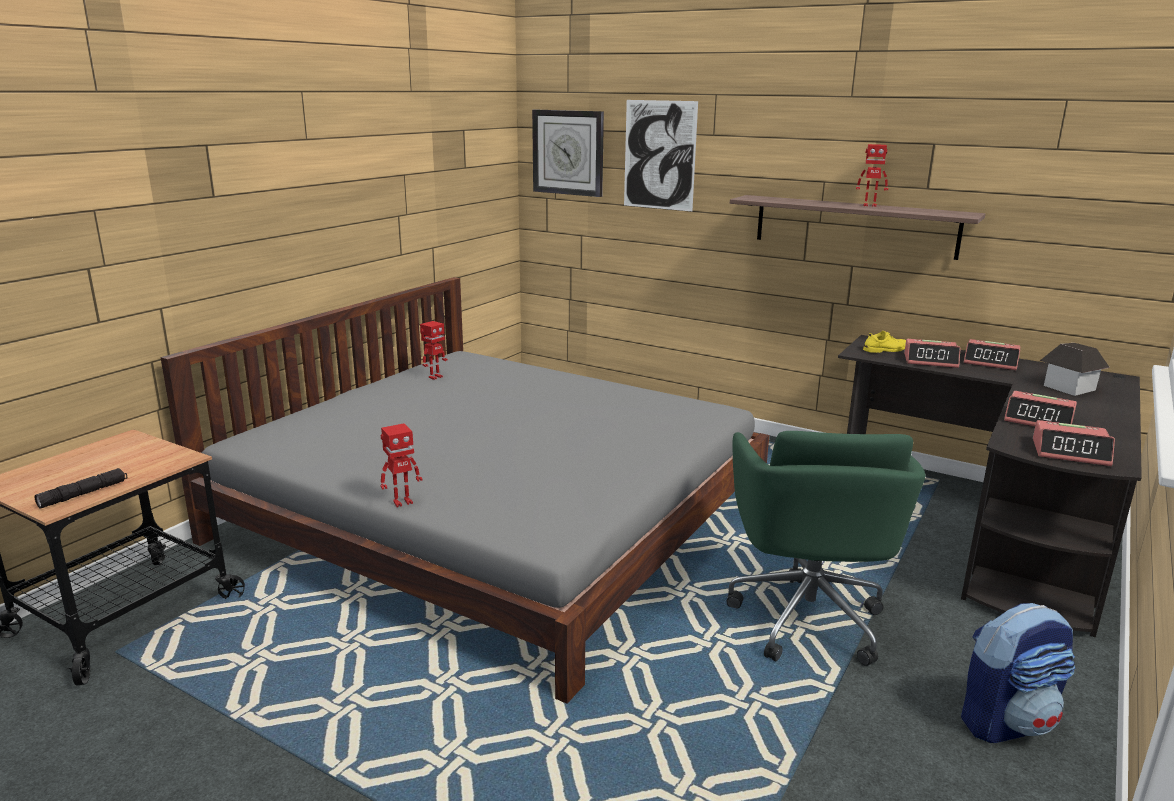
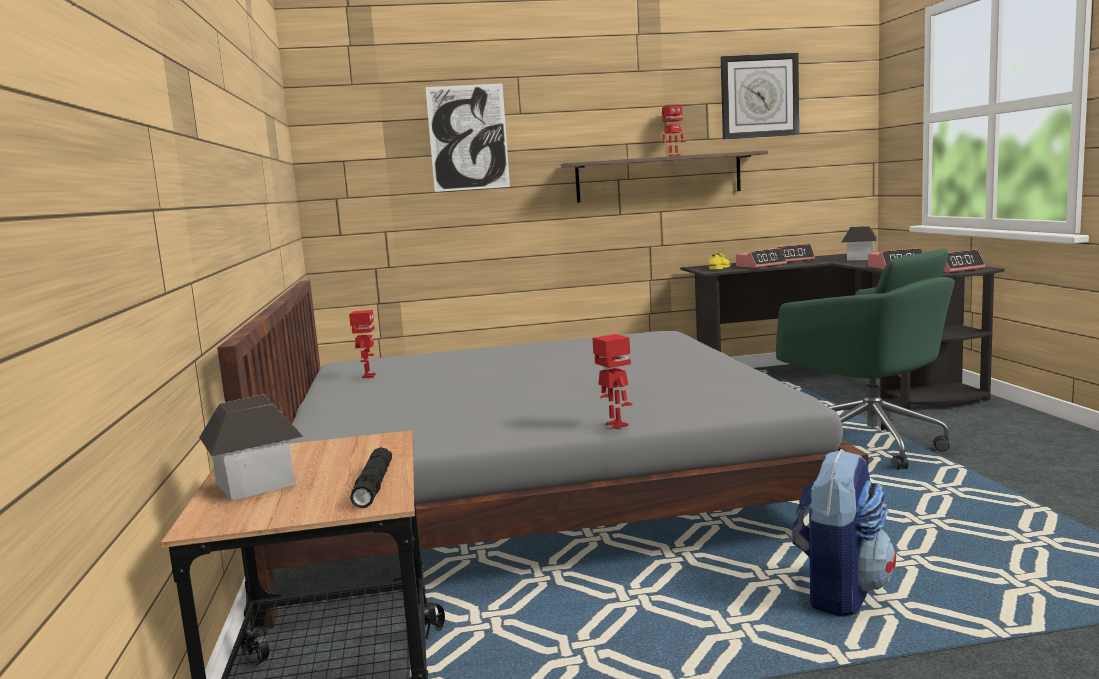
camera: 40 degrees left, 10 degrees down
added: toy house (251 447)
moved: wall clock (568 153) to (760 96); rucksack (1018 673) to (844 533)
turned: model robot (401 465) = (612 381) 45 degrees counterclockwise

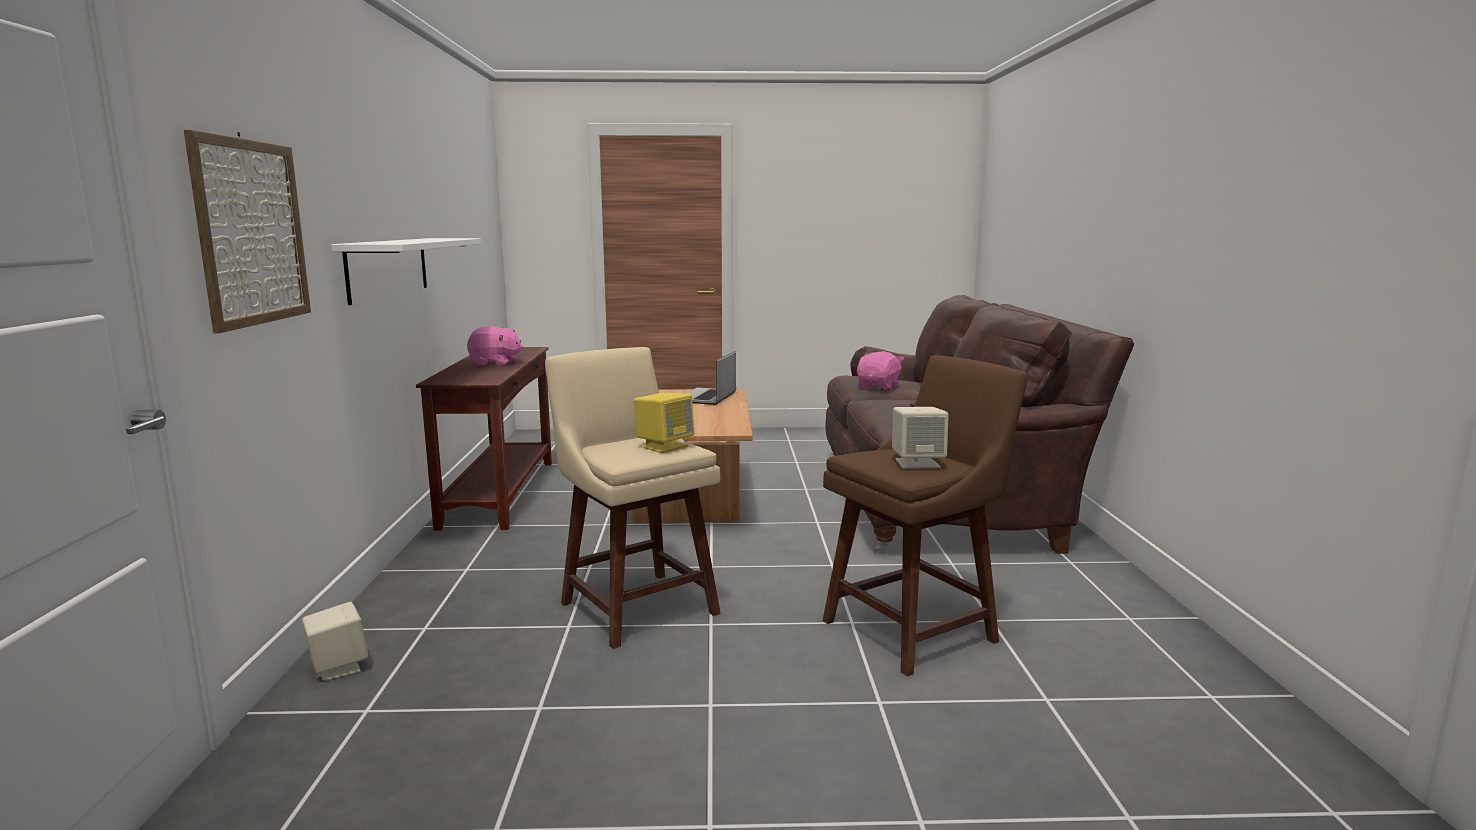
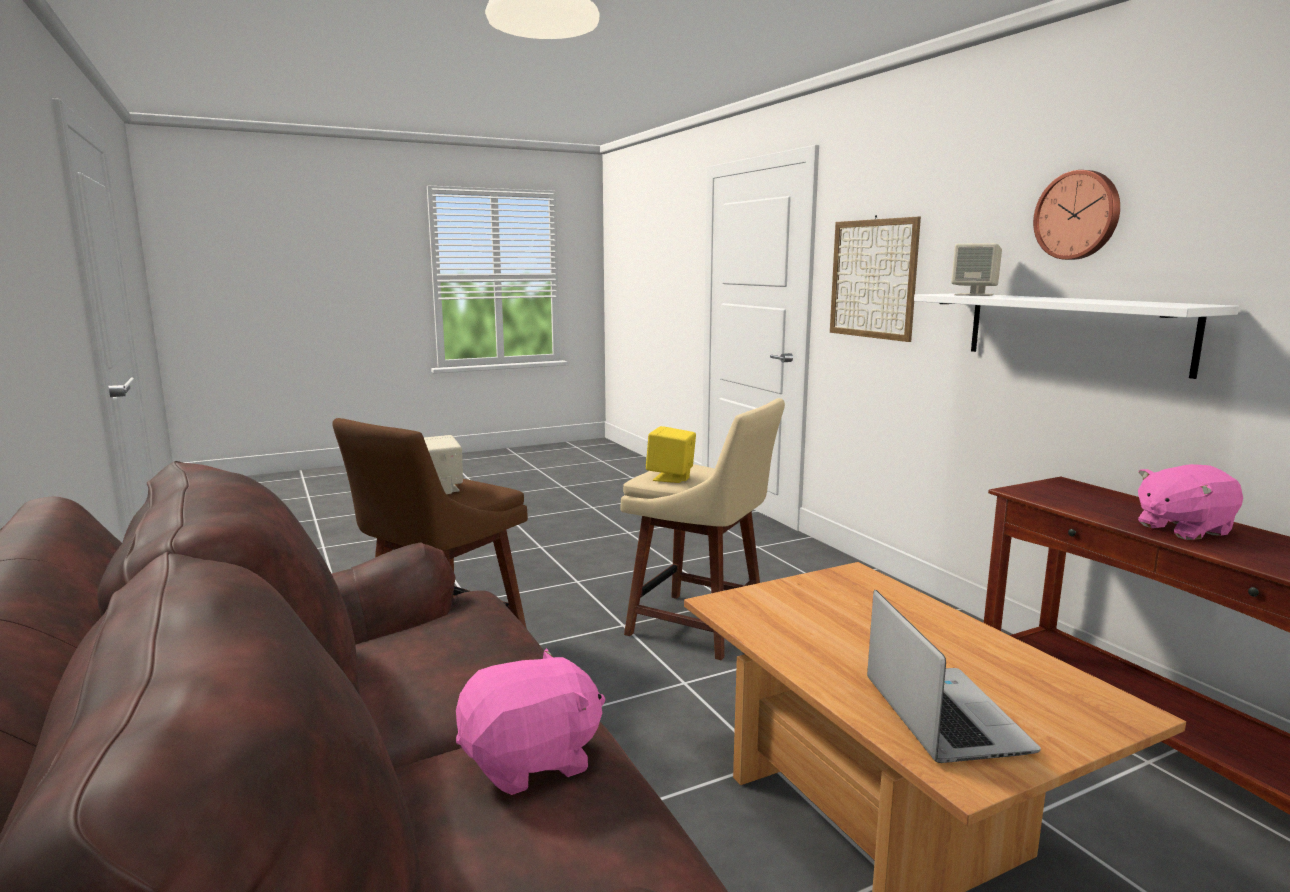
camera: 155 degrees right, 0 degrees up
added: wall clock (1076 215)
moved: loudspeaker (beige-coloured) (335 641) to (976 269)
turned: cuddly toy (pink-coloured) (880 371) = (530 721) 120 degrees counterclockwise

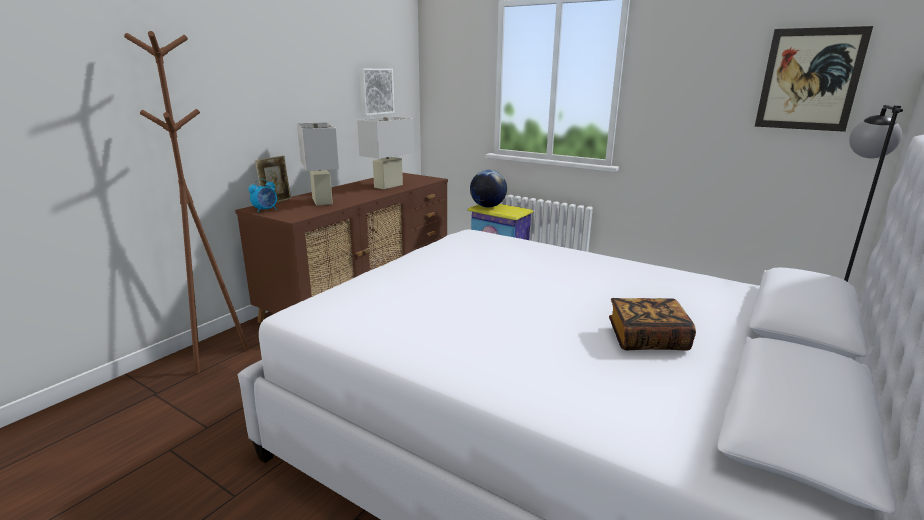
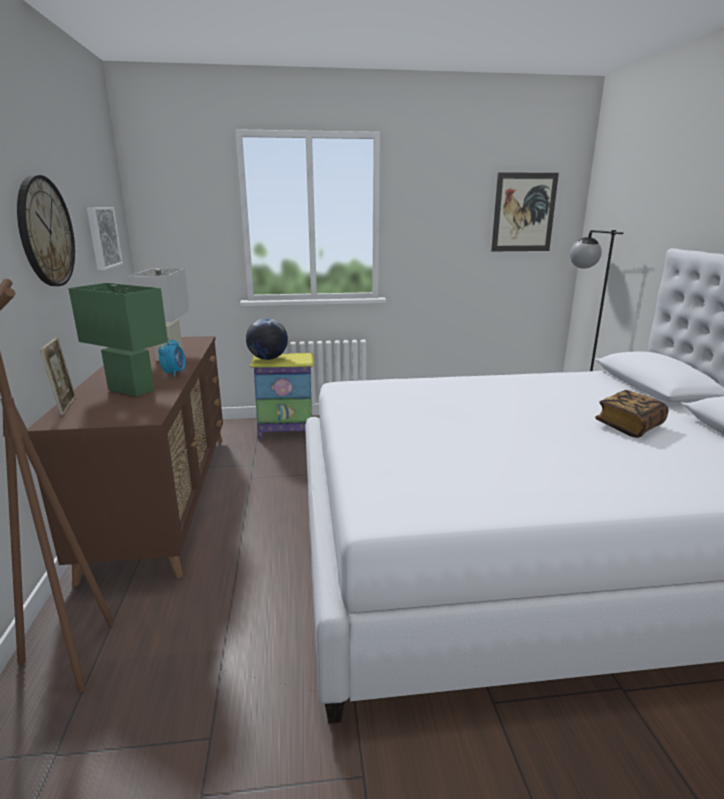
camera: 40 degrees left, 0 degrees up
added: wall clock (46 230)
moved: bedside clock (263 196) to (172 357)
recoloured: tabletop lamp (white-coloured) (318 164) to tabletop lamp (greenish) (118 340)

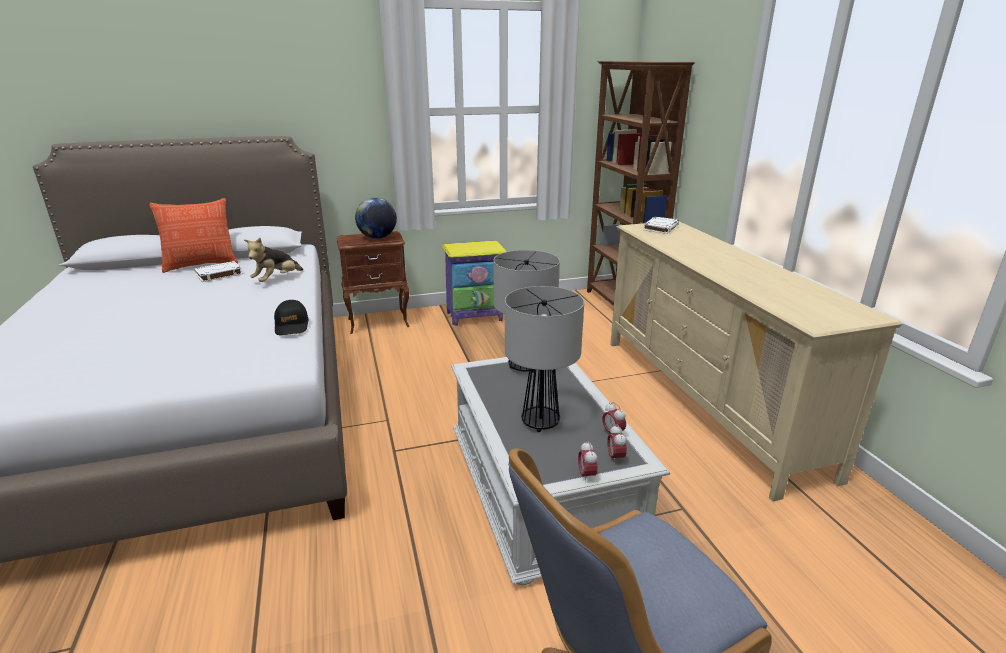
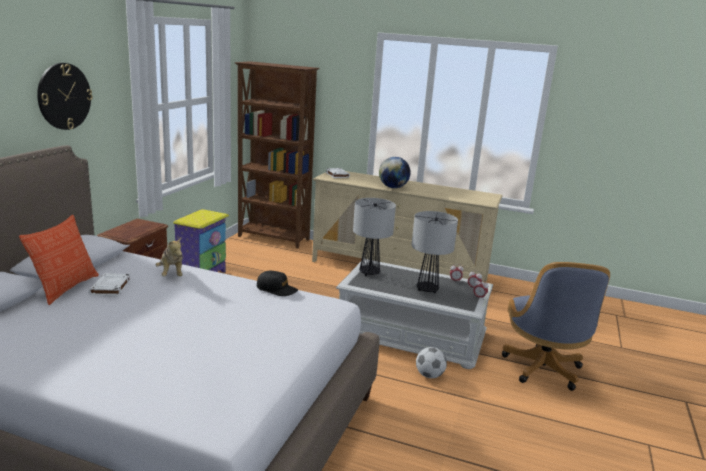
camera: 55 degrees left, 5 degrees down
added: wall clock (64 96); football (431 362)
moved: world globe (376 218) to (395 172)

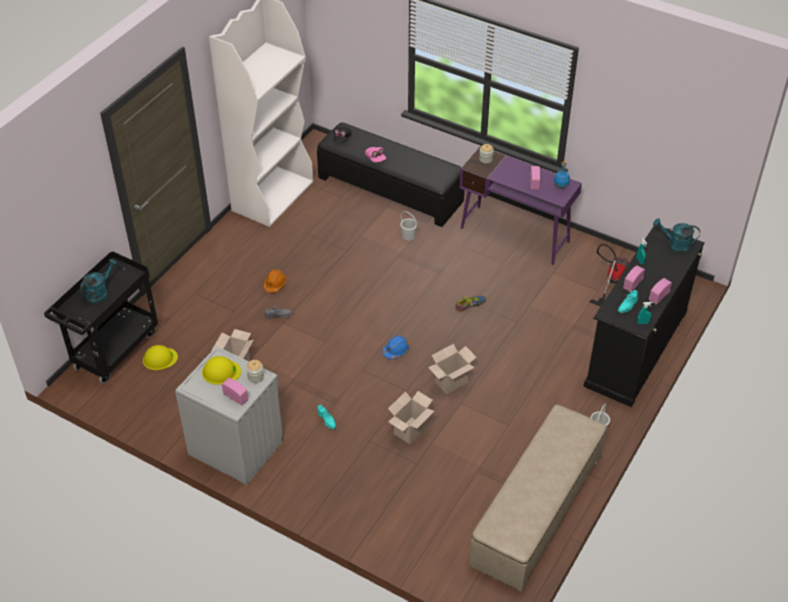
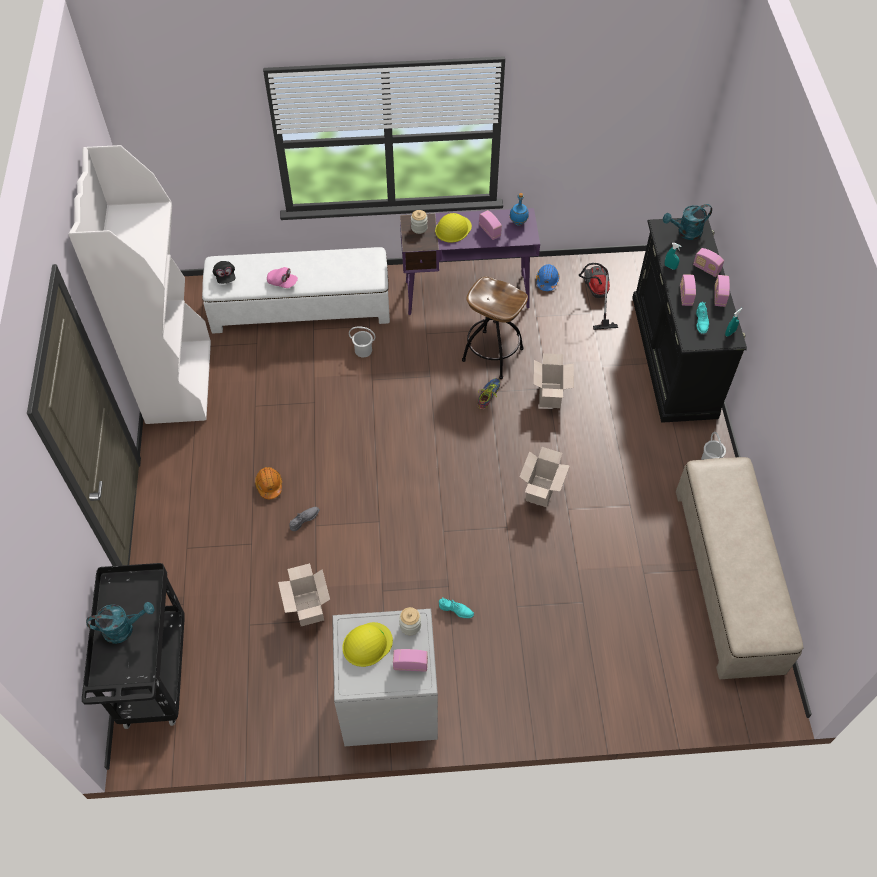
camera: 35 degrees left, 10 degrees up
added: sitting stool (brown) (495 328); radio (708 262)
moved: safety helmet (yellow-coloured) (160 357) to (453 228); packing box (411 417) to (553 380); safety helmet (bluish) (396 347) to (547 277)
recoloured: long seat (black) (391 174) to long seat (white-coloured) (296 290)
turned: sprinkling can (blue-green) (99 281) = (120 623) 75 degrees clockwise

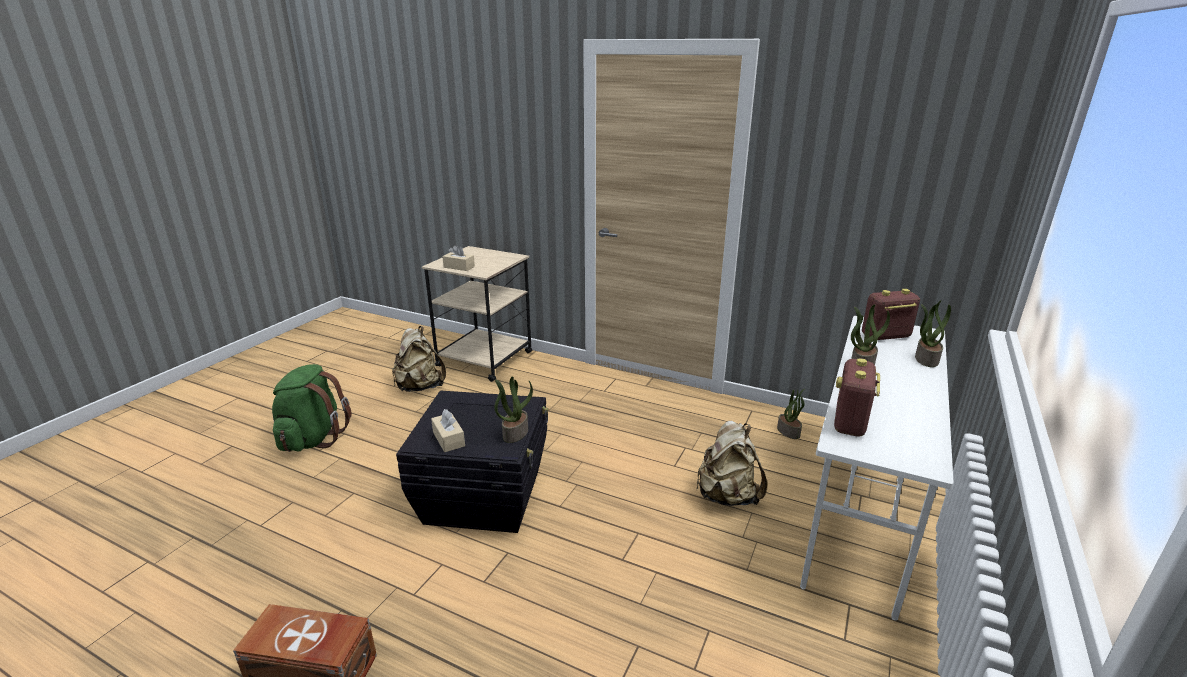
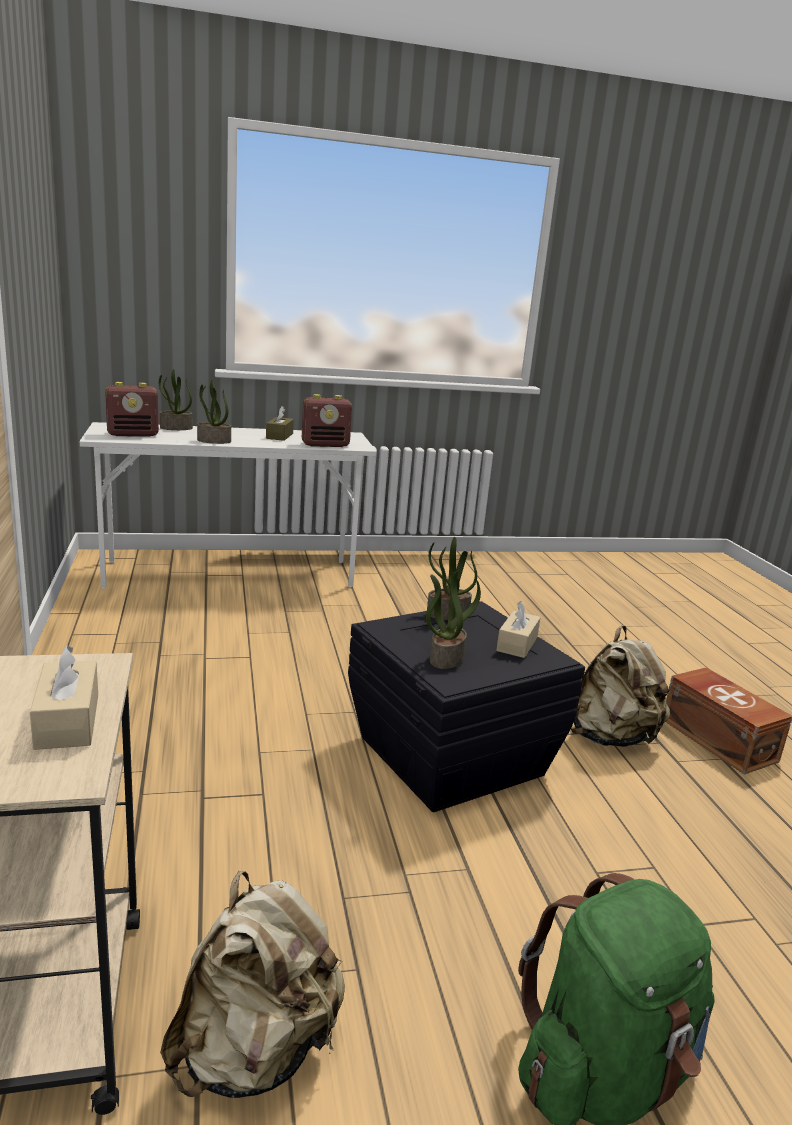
camera: 130 degrees left, 5 degrees down
added: box of tissues (brown) (280 423)
moved: plant in a pot (791 414) to (453 620); rucksack (beige-coloured) (731 463) to (621 686)
turned: radio (891 314) = (132 409) 60 degrees counterclockwise

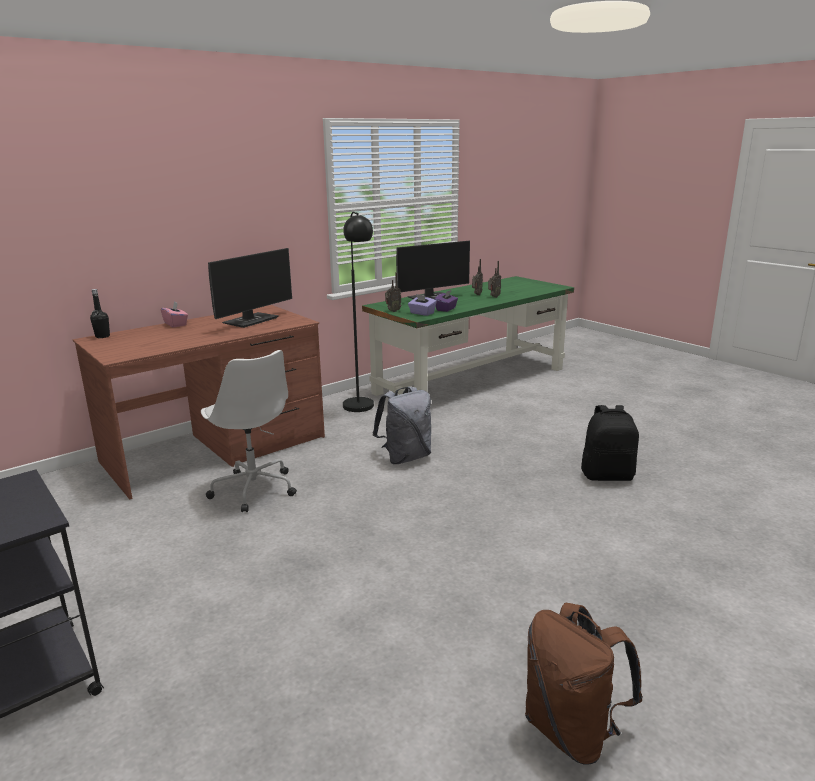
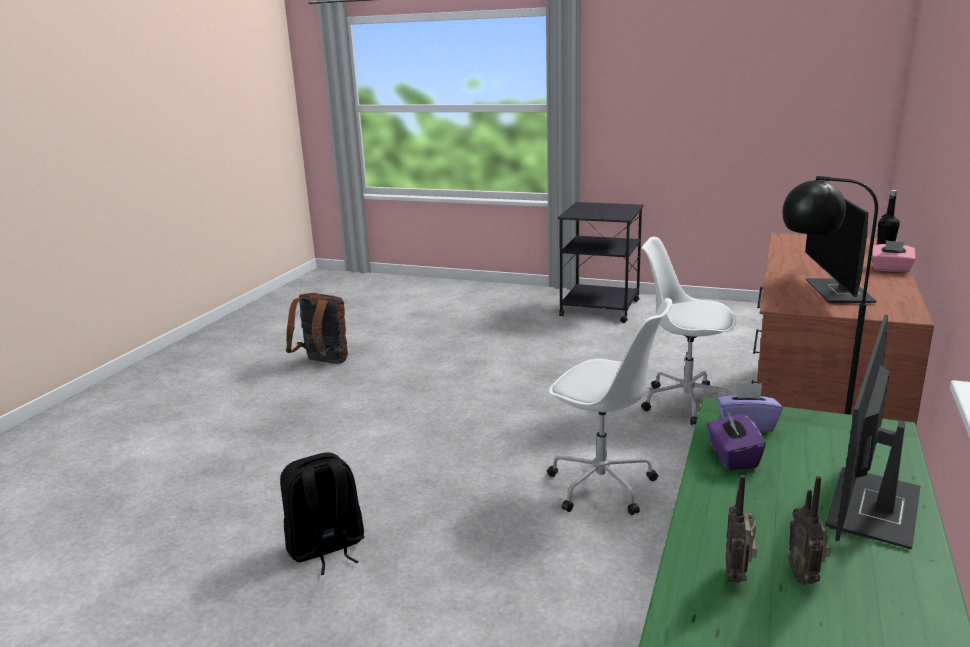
camera: 150 degrees right, 0 degrees up
removed: radio (393 292)
replaced: rucksack (greyish) (401 425) to desk chair (white-coloured) (609 406)

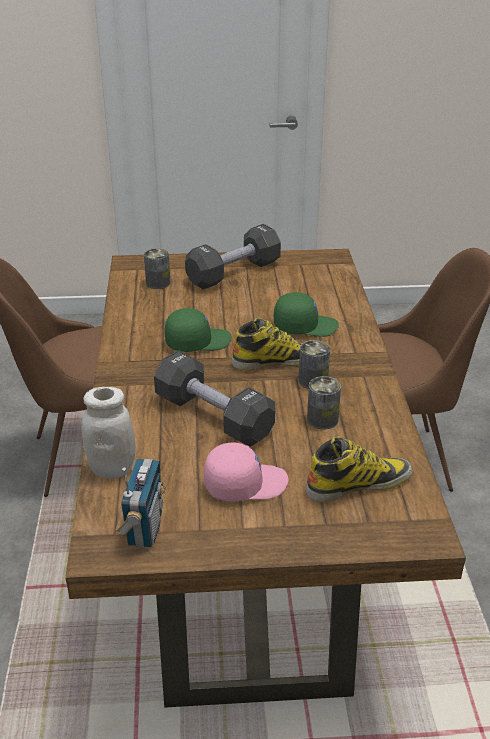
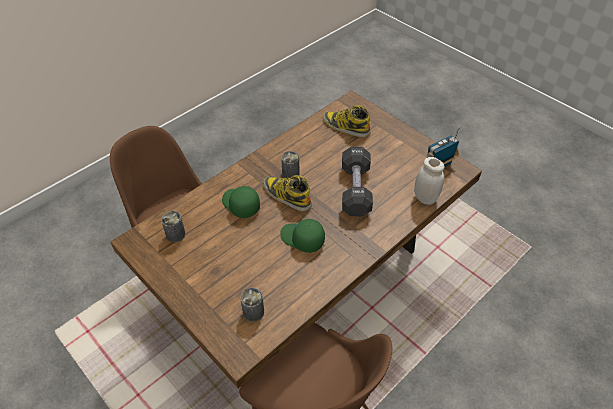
camera: 130 degrees left, 15 degrees up
removed: hand weight (black) (233 257); baseball cap (pink-coloured) (246 471)
moved: can (324 402) to (173 226)

